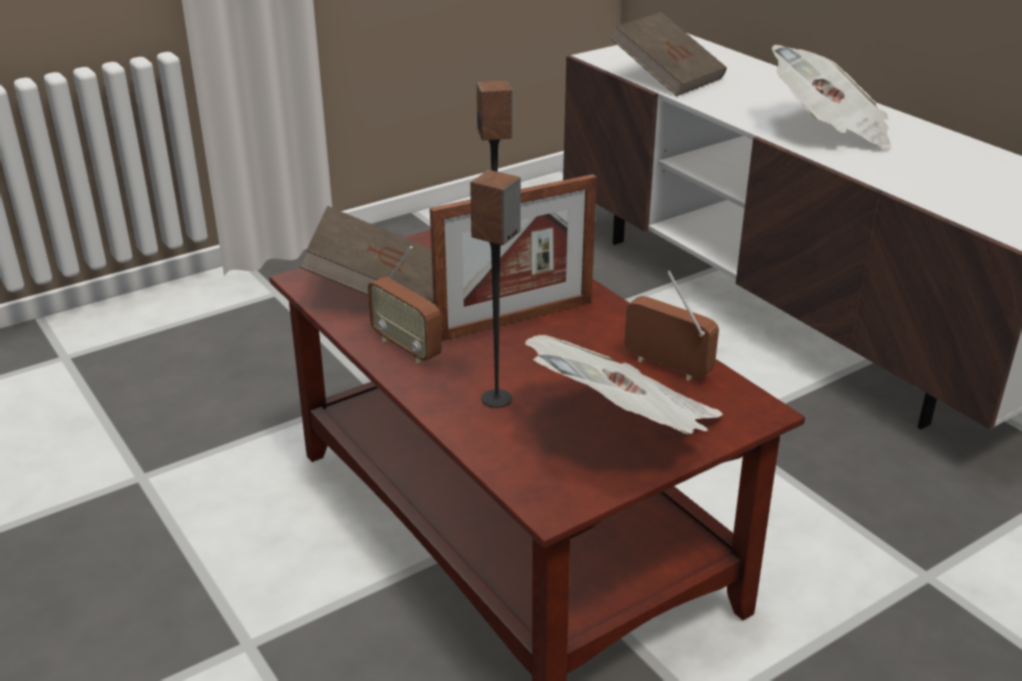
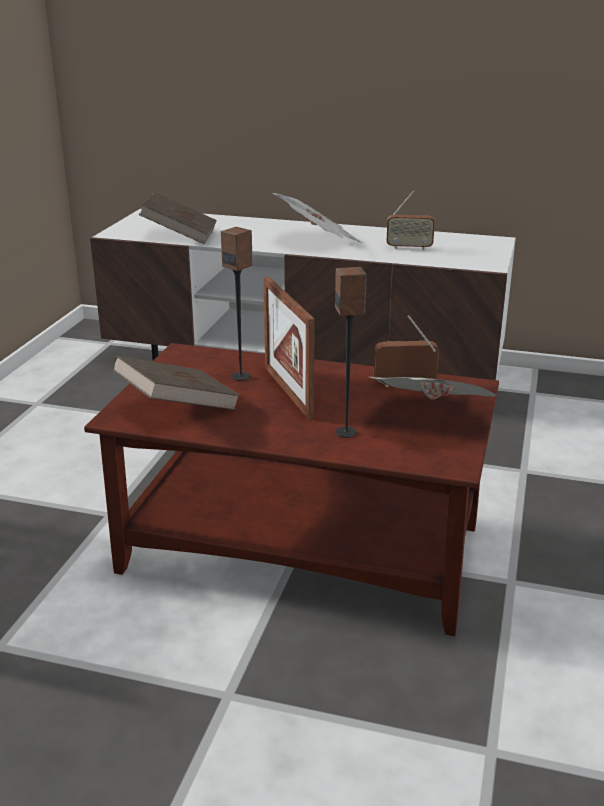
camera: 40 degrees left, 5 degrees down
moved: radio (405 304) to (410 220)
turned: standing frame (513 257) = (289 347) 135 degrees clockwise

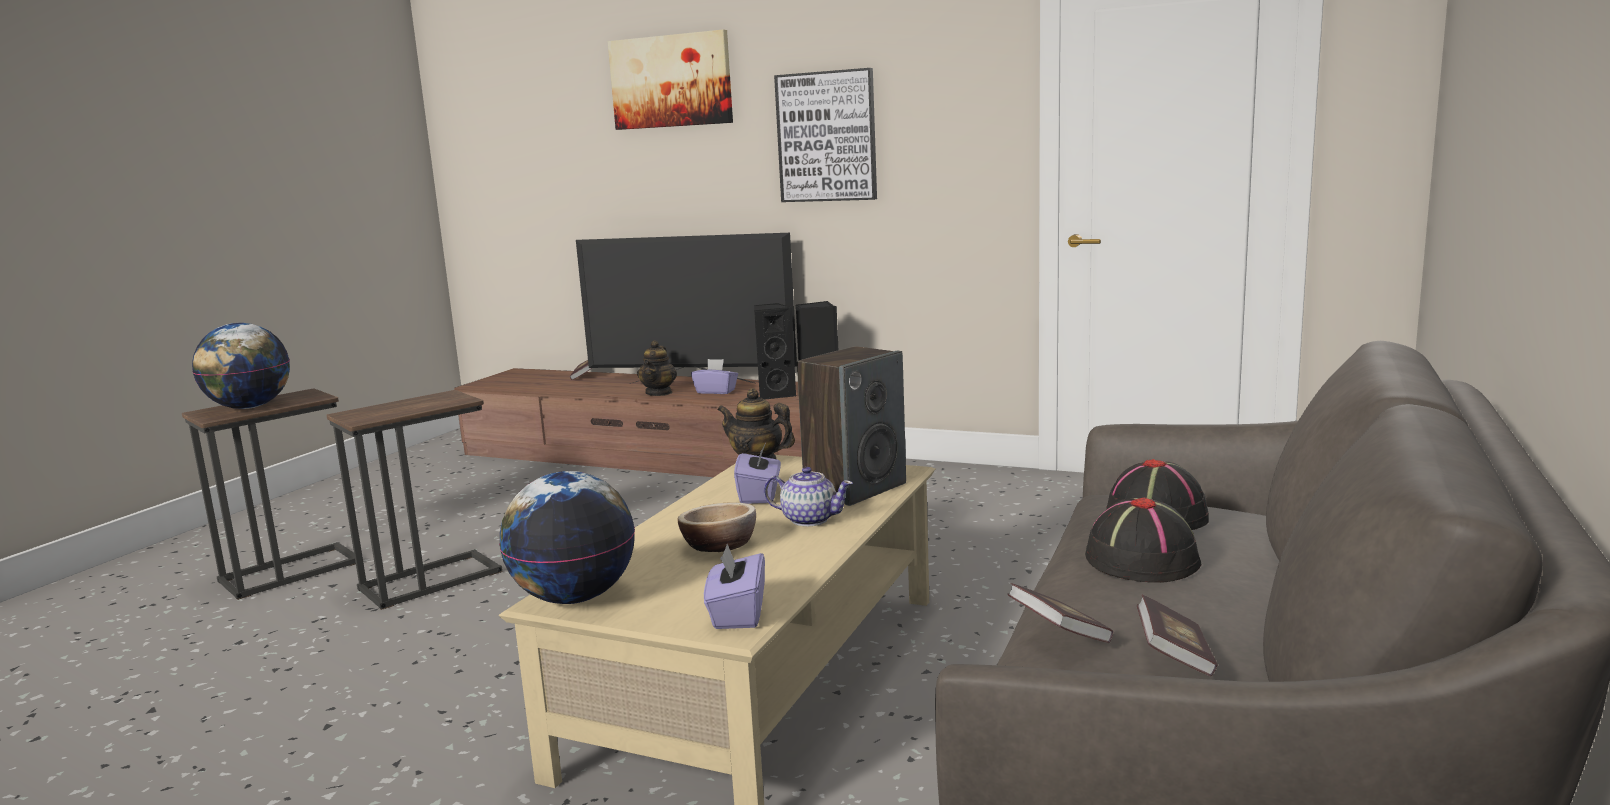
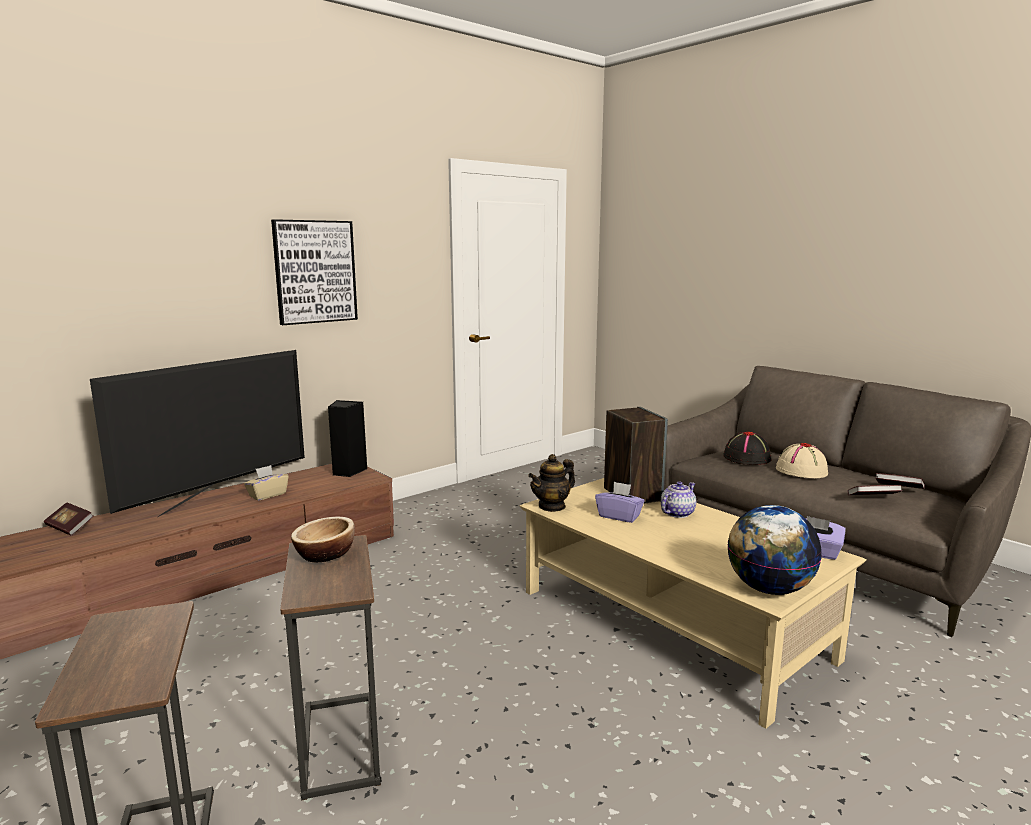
camera: 65 degrees left, 0 degrees up
removed: world globe (241 366); picture (670 79); tea pot (657 368); loudspeaker (black) (775 351)
moved: bowl (716 527) to (323 539)
recoloured: box of tissues (purple-coloured) (714 376) to box of tissues (beige-coloured) (266 483); hat (black) (1143 540) to hat (beige-coloured) (802 460)

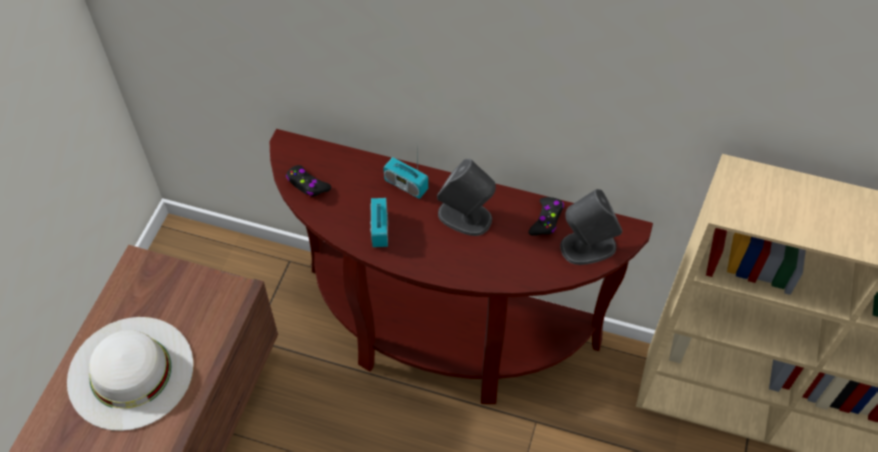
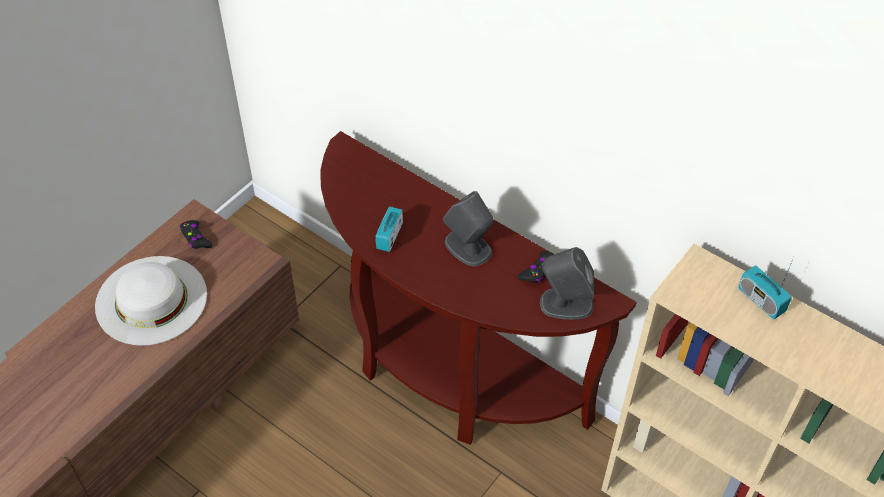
camera: 20 degrees right, 5 degrees down
moved: gamepad (black) (308 180) to (196 234); radio (405 176) to (766 288)

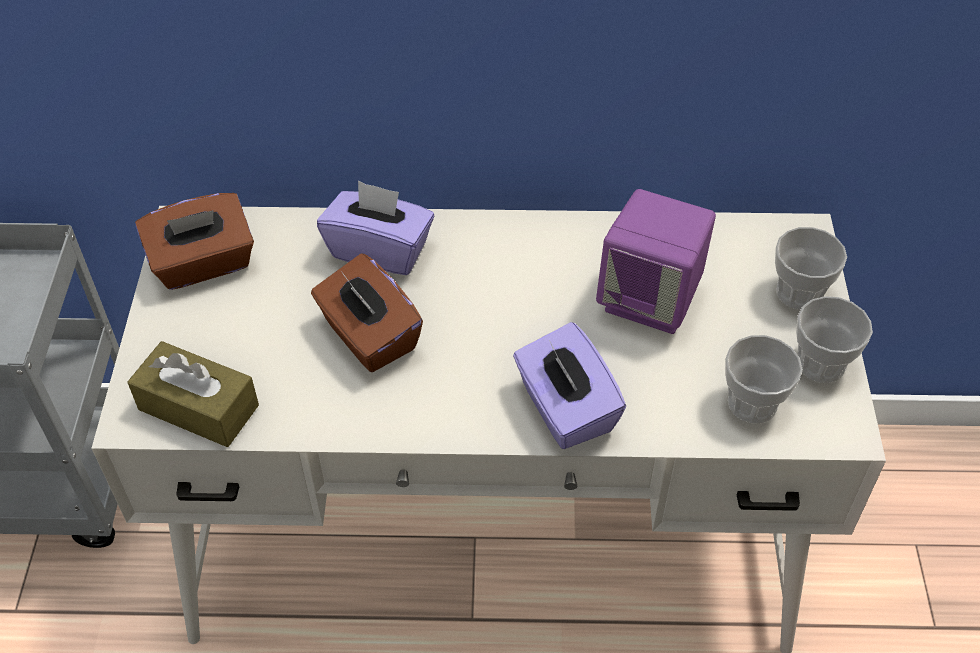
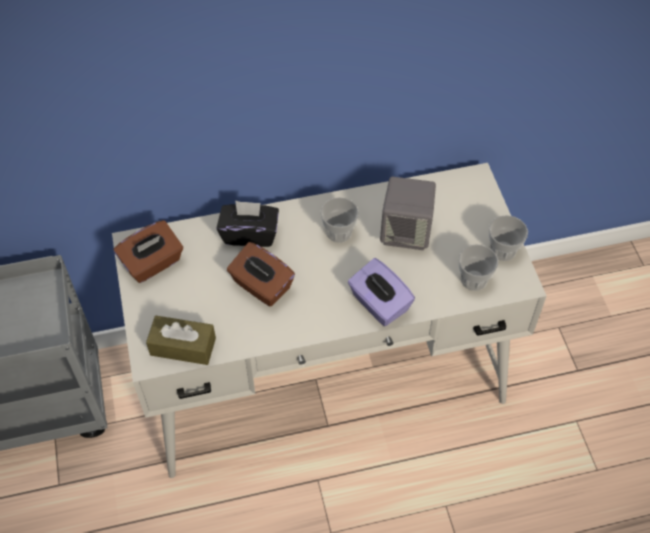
camera: 15 degrees left, 5 degrees up
moved: drinking cup (811 268) to (339 220)
recoloured: box of tissues (purple-coloured) (375 227) to box of tissues (black) (248 223); loudspeaker (purple-coloured) (656 261) to loudspeaker (greyish) (408 213)

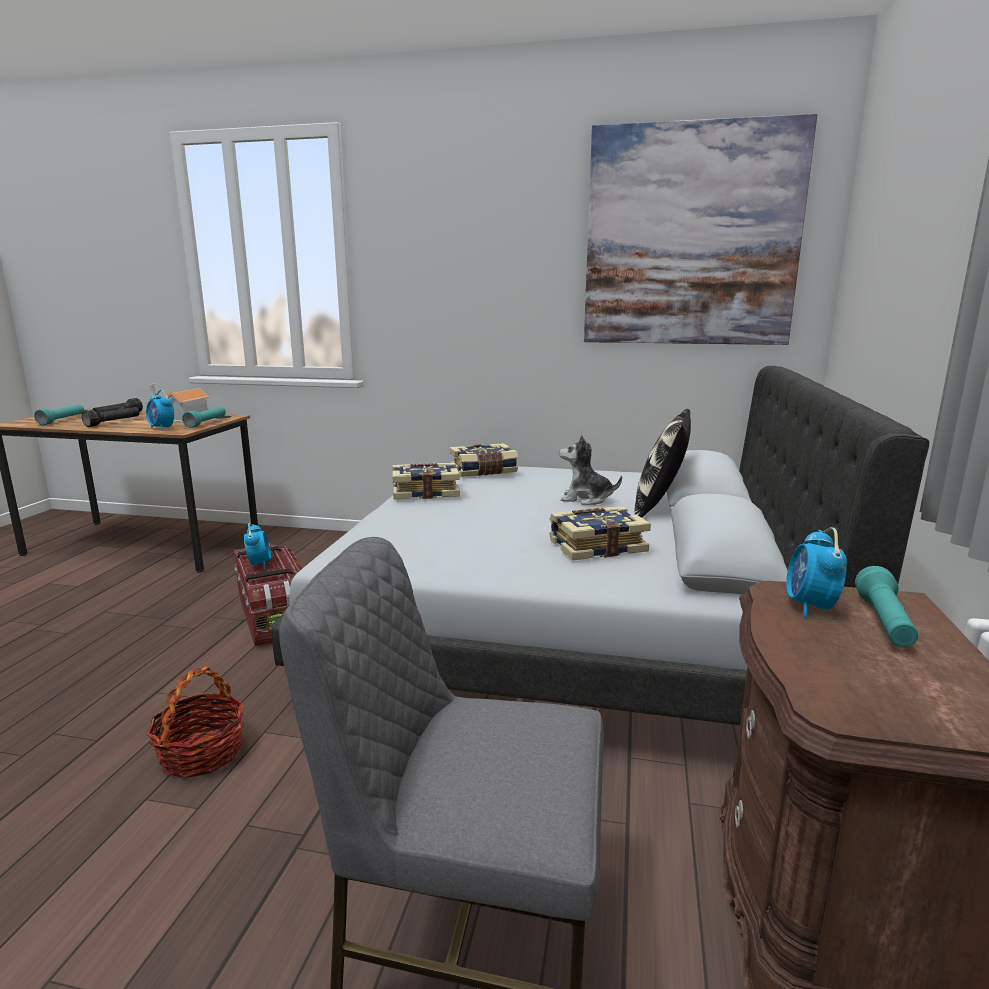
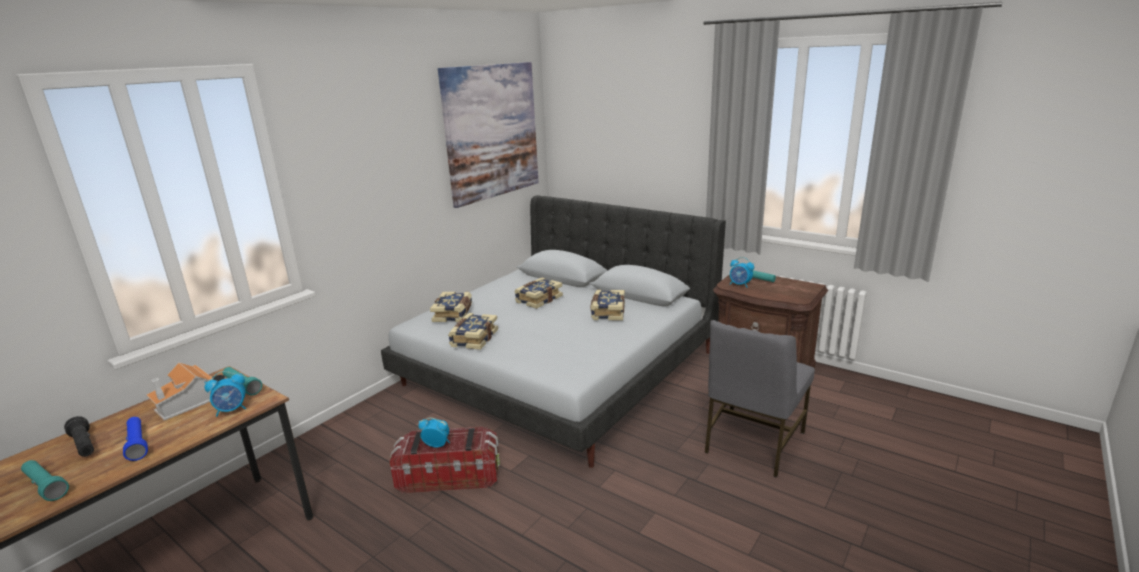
camera: 65 degrees left, 5 degrees up
removed: household basket (195 722); cushion (663 463)
replaced: cuddly toy (590 470) to volume (538 293)
recoloured: flashlight (black) (110 417) to flashlight (bluish) (135 439)

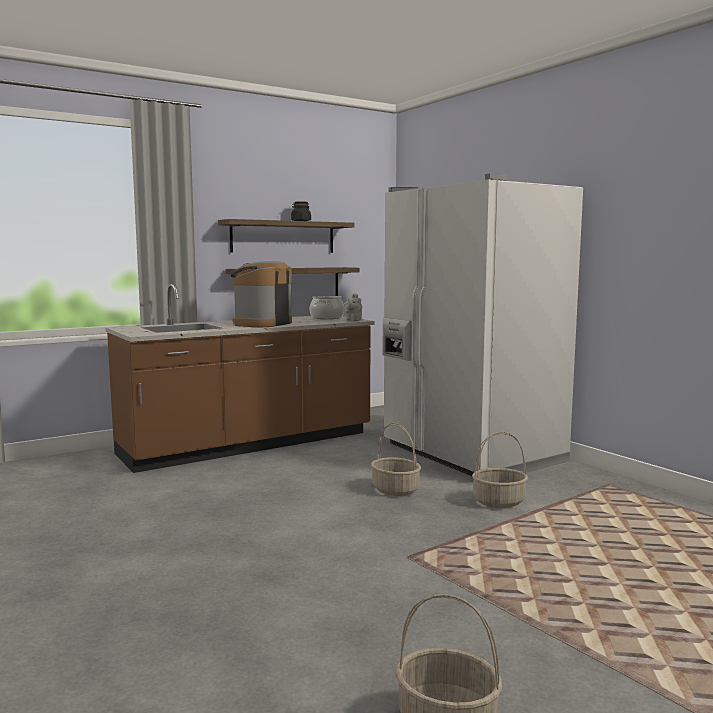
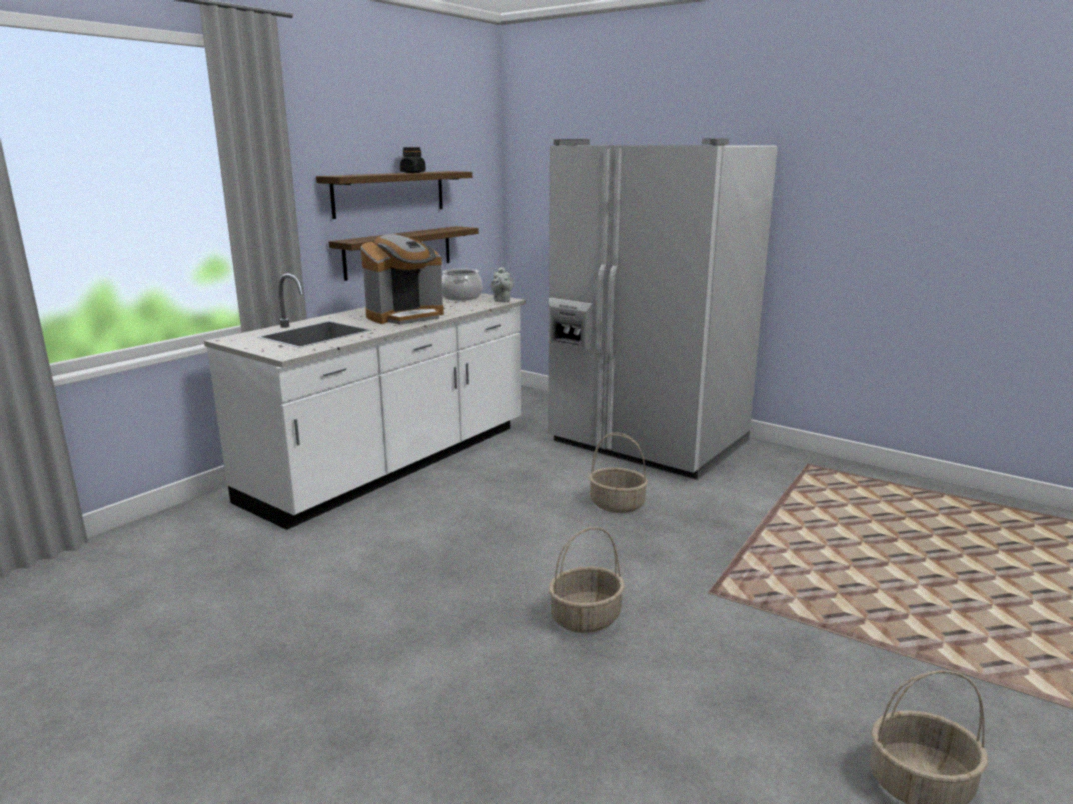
camera: 20 degrees left, 10 degrees up
moved: household basket (500 470) to (587 580)
recoloured: kitchen base unit (brown) (239 378) to kitchen base unit (white-coloured) (365 401)
turned: coffee maker (261 294) = (402 279) 135 degrees counterclockwise

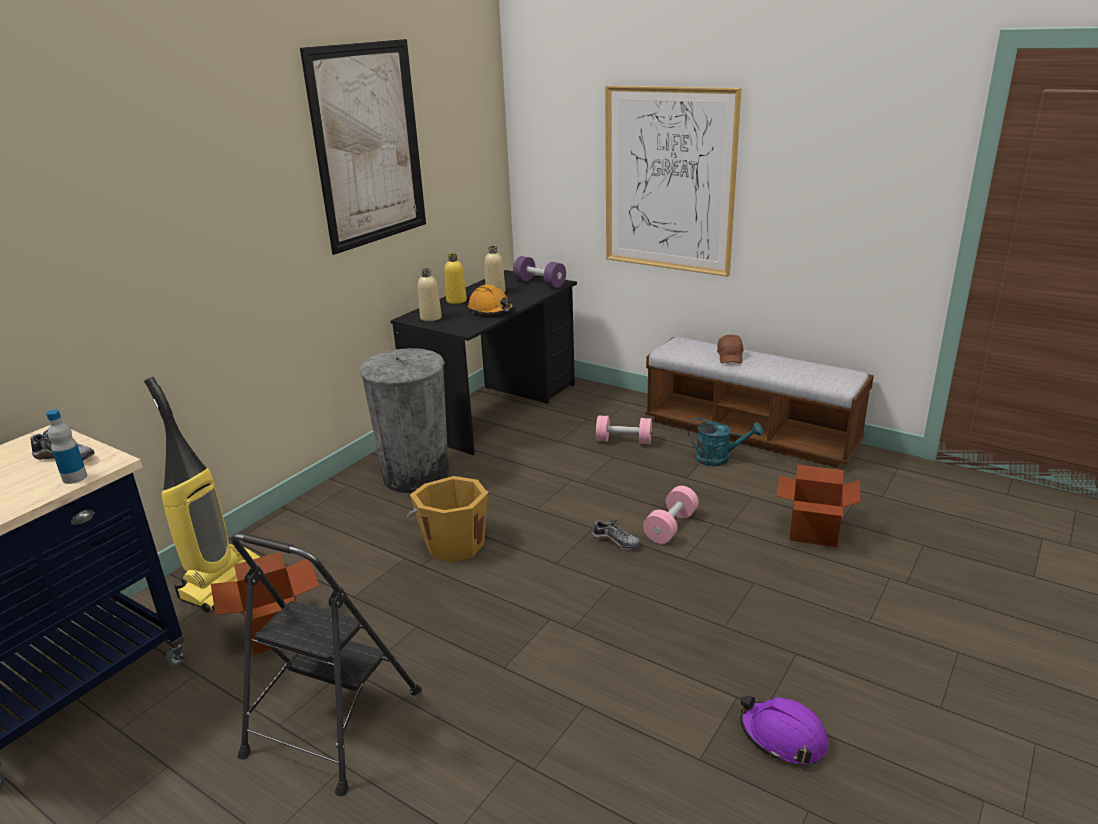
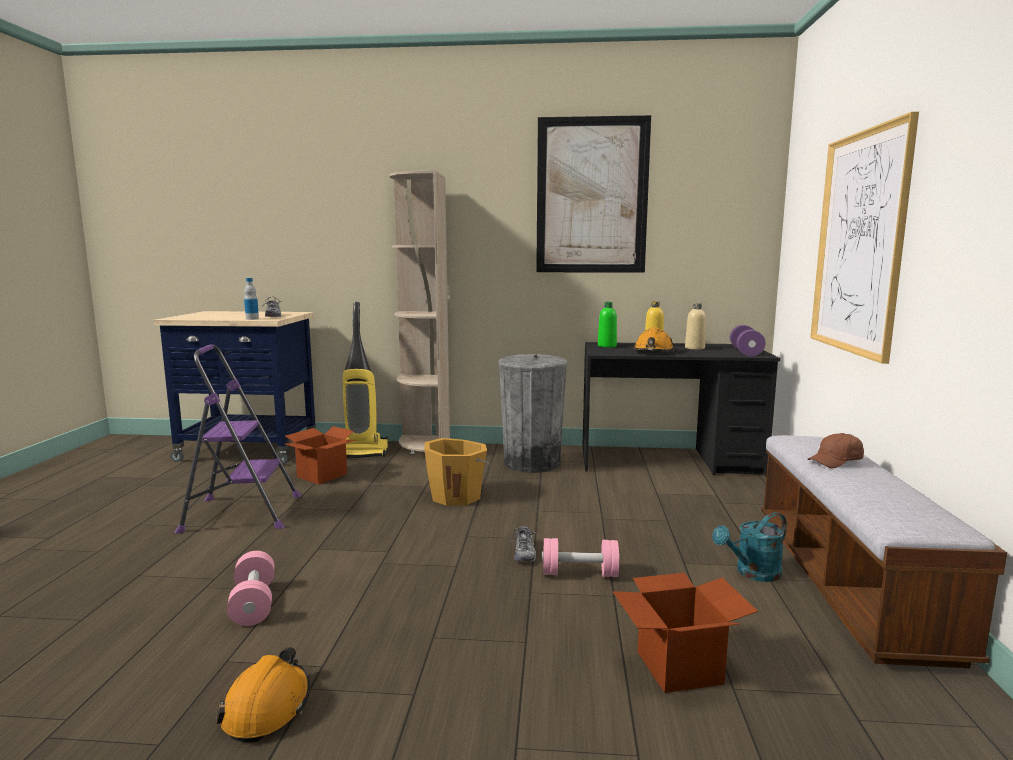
camera: 60 degrees right, 15 degrees down
added: bookcase (beige-coloured) (420 312)
moved: hand weight (pink-coloured) (624 429) to (251 588)
recoloured: step ladder (black) (326 664) to step ladder (purple-coloured) (238 438); safety helmet (purple-coloured) (784 729) to safety helmet (orange) (263 694); drink bottle (beige-coloured) (430 294) to drink bottle (greenish) (607 324)
turned: sprinkling can (blue-green) (725 442) = (749 547) 75 degrees clockwise

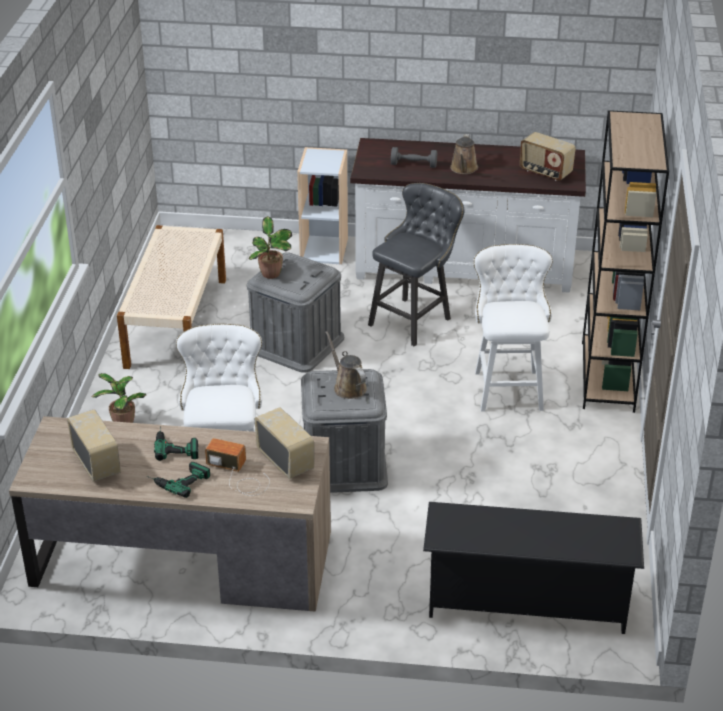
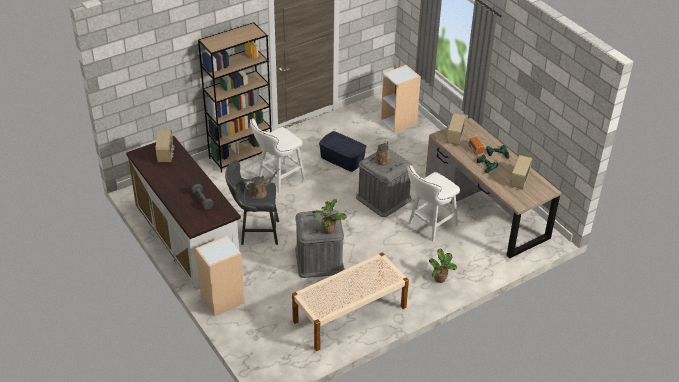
camera: 130 degrees left, 5 degrees up
added: storage container (bluish) (342 151)
moved: sprinkling can (brown) (464 154) to (262 183)
replaced: shoe shelf (black) (533 568) to bookcase (401 99)

